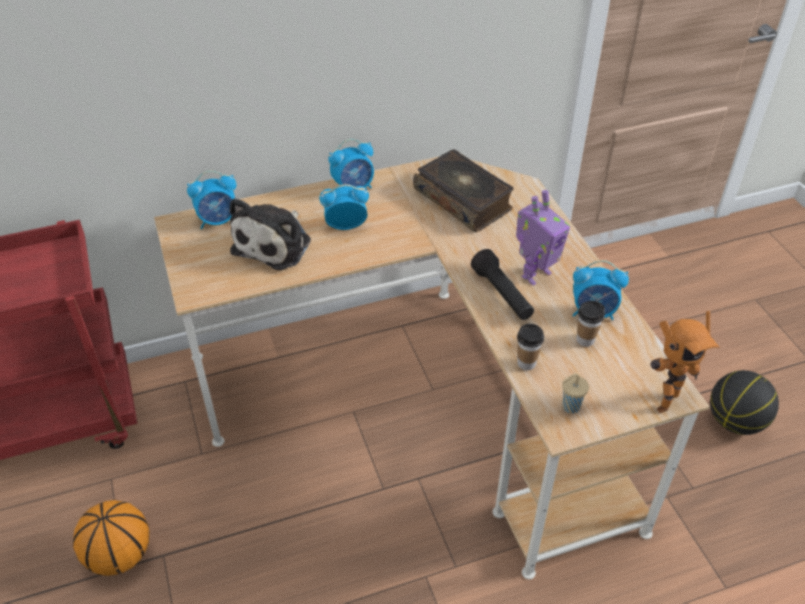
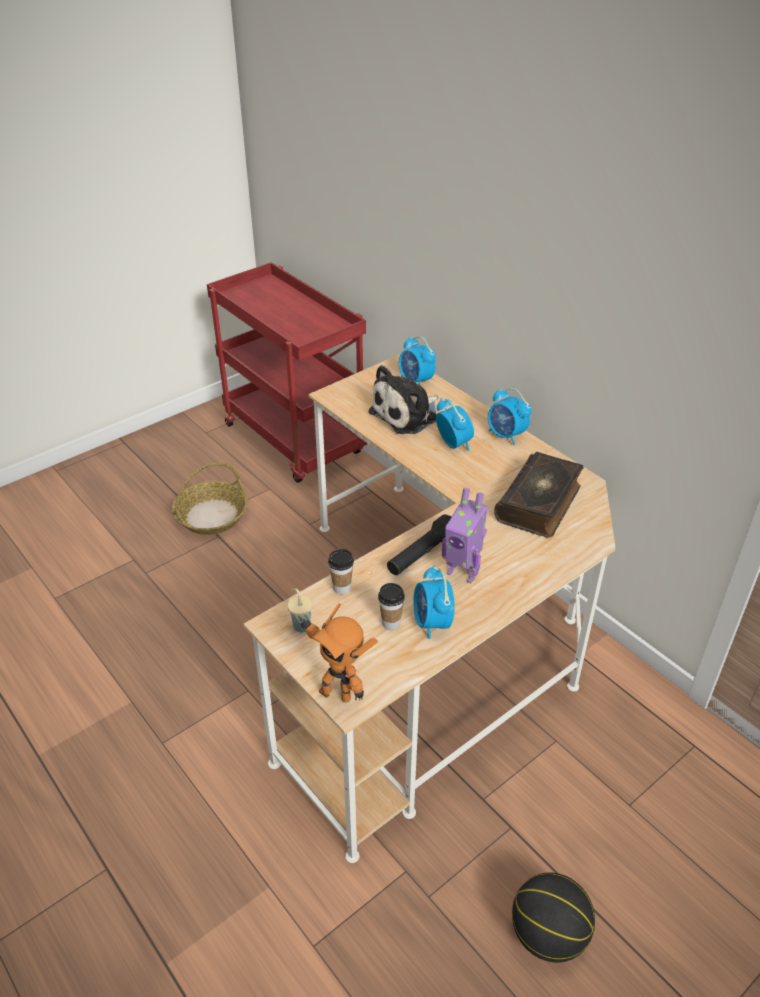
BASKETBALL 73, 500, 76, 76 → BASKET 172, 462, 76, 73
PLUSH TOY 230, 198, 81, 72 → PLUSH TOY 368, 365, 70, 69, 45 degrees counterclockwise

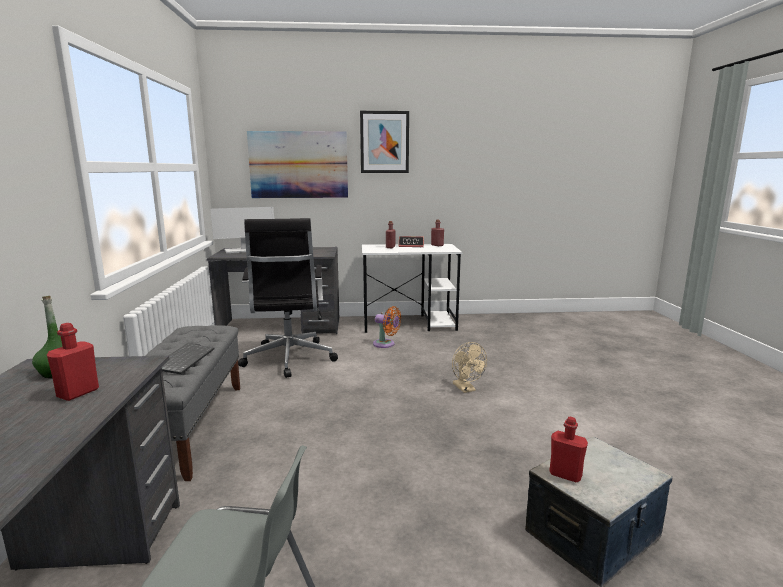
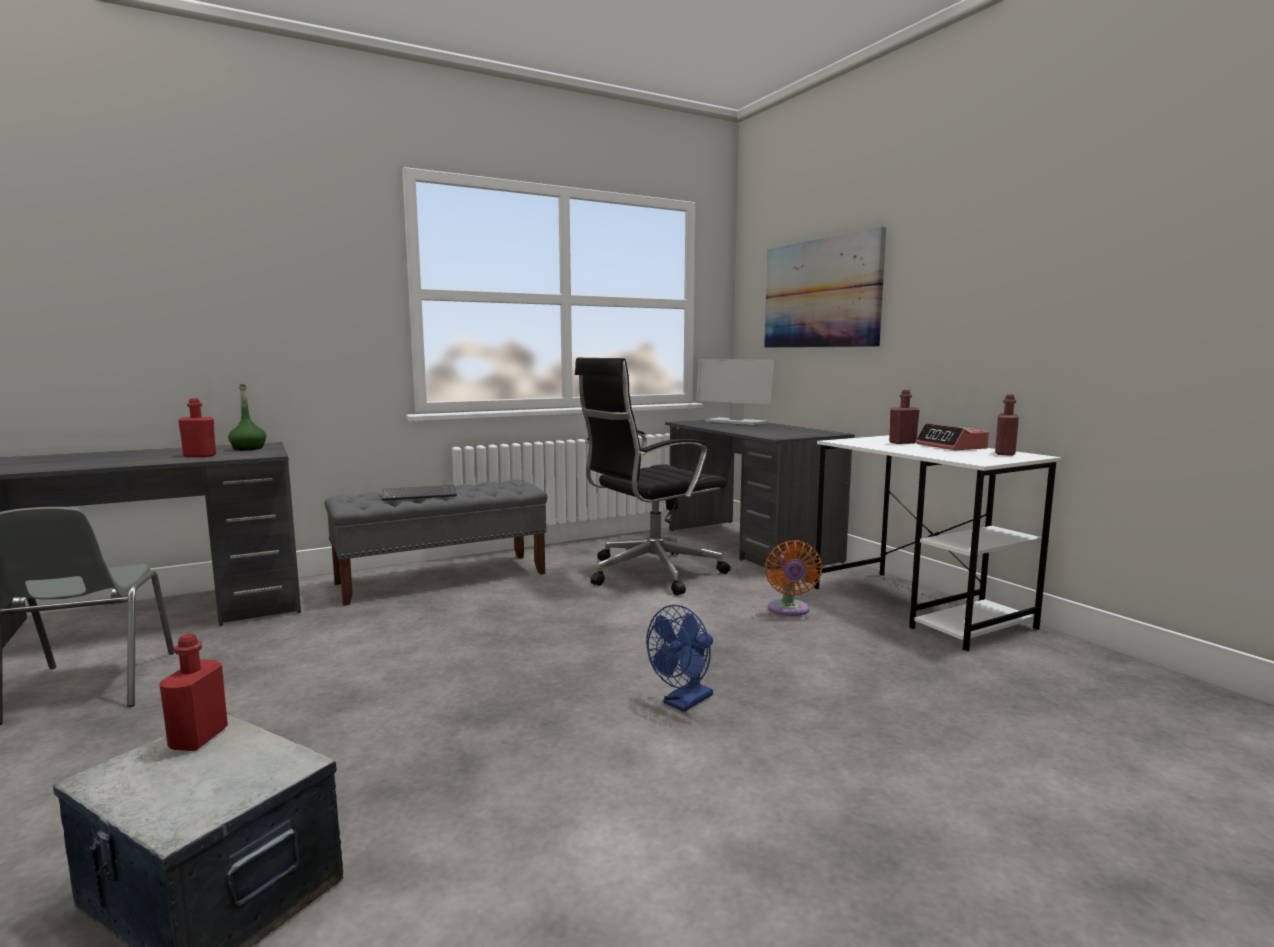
PICTURE 360, 111, 49, 62 → -
BEIGE FAN 452, 342, 35, 51 → BLUE FAN 646, 605, 67, 107

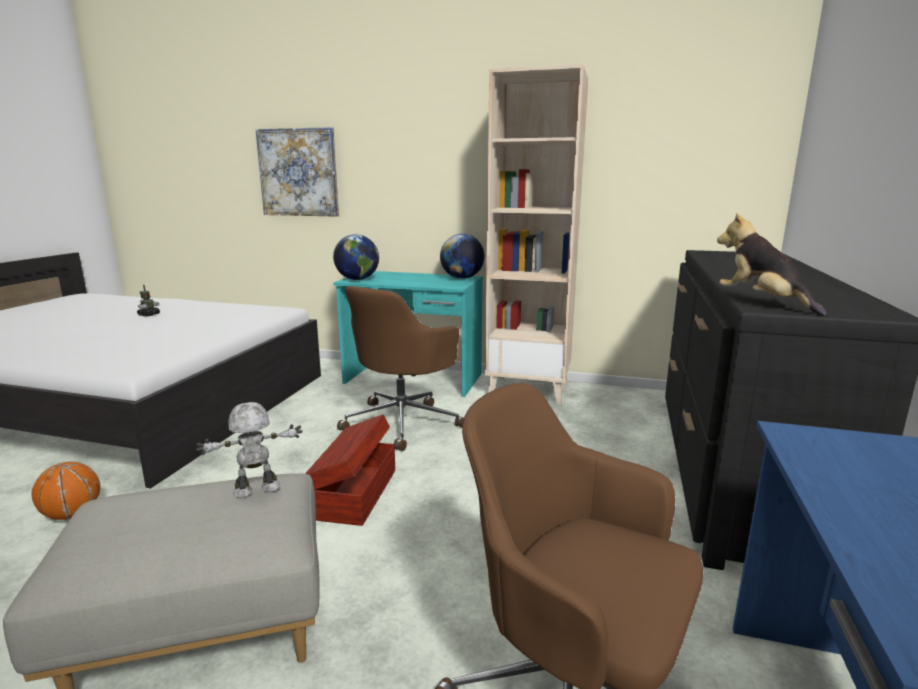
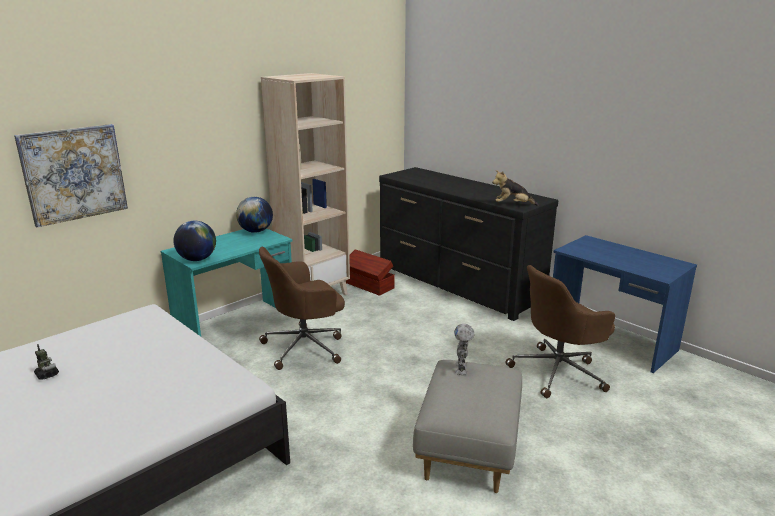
BASKETBALL 31, 462, 69, 58 → -
BROWN STORAGE BOX 305, 414, 90, 112 → BROWN STORAGE BOX 346, 249, 49, 47, shifted
BROWN OFFICE CHAIR 337, 286, 127, 165 → BROWN OFFICE CHAIR 259, 247, 86, 123, 90 degrees clockwise

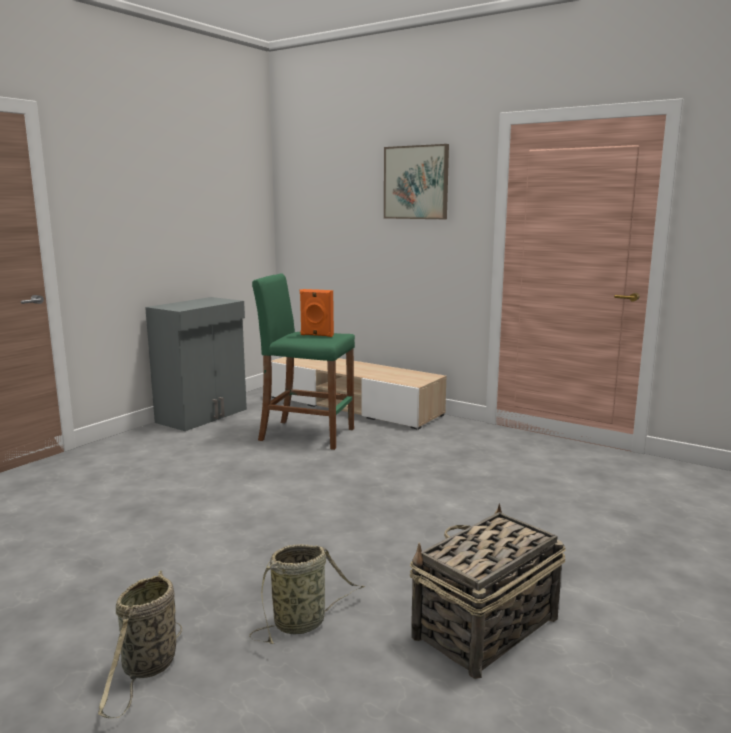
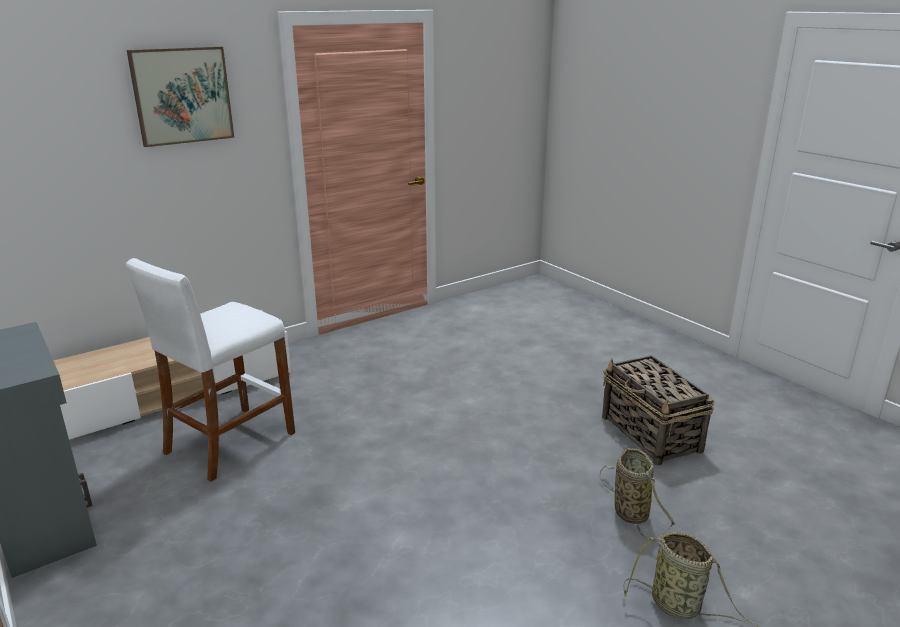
ORANGE SPEAKER 300, 289, 34, 48 → -
GREEN STOOL 252, 274, 103, 176 → WHITE STOOL 126, 258, 169, 224

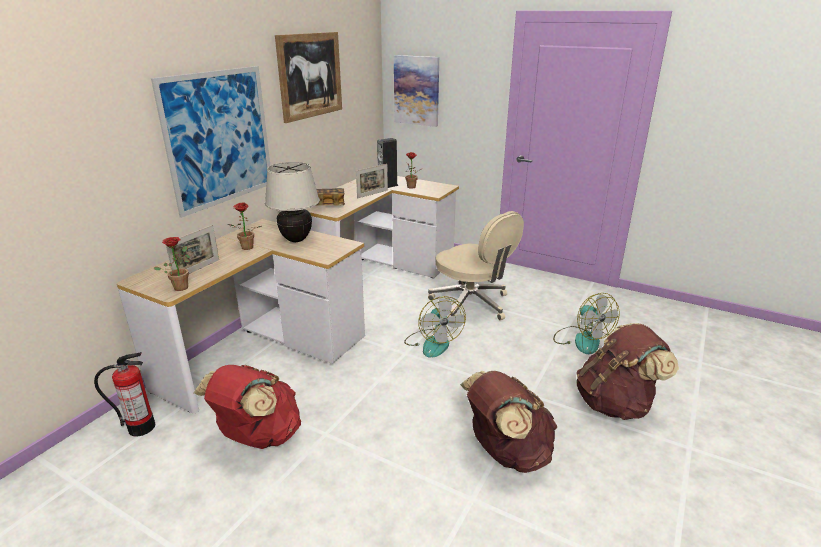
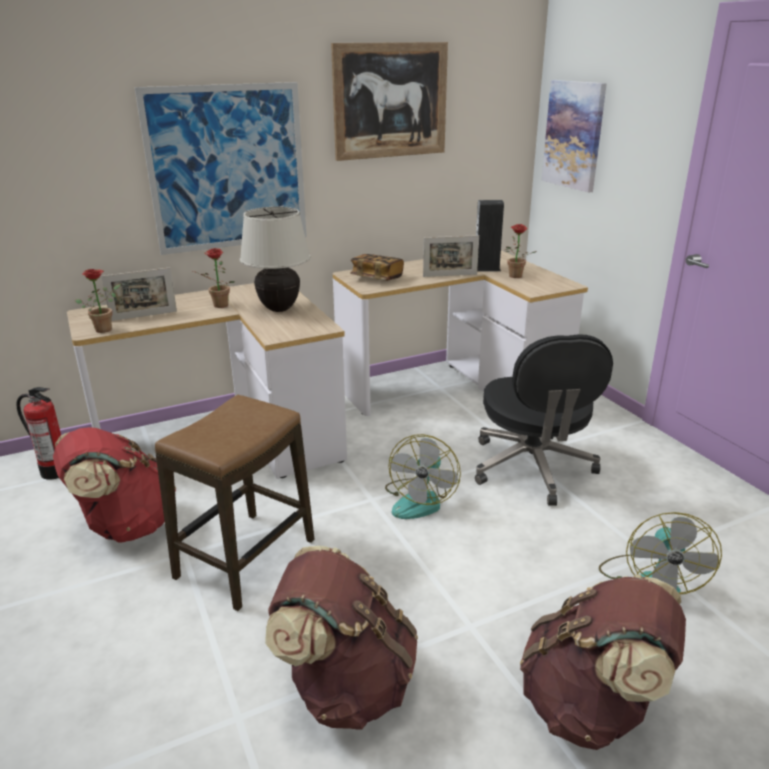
- → STOOL 155, 395, 159, 216
BEIGE OFFICE CHAIR 428, 211, 96, 109 → BLACK OFFICE CHAIR 475, 334, 138, 172

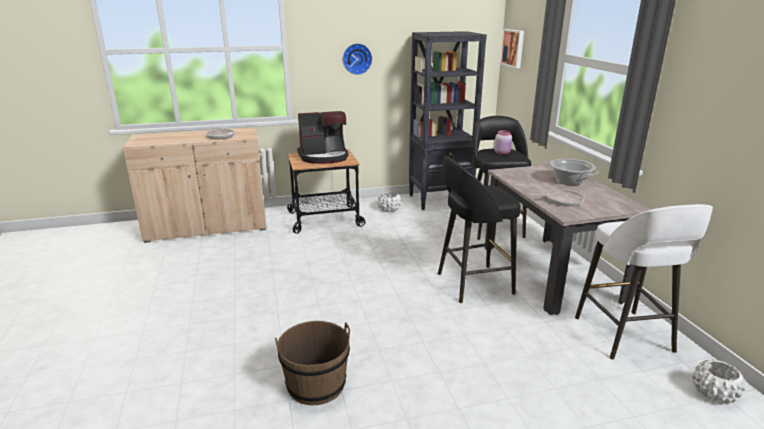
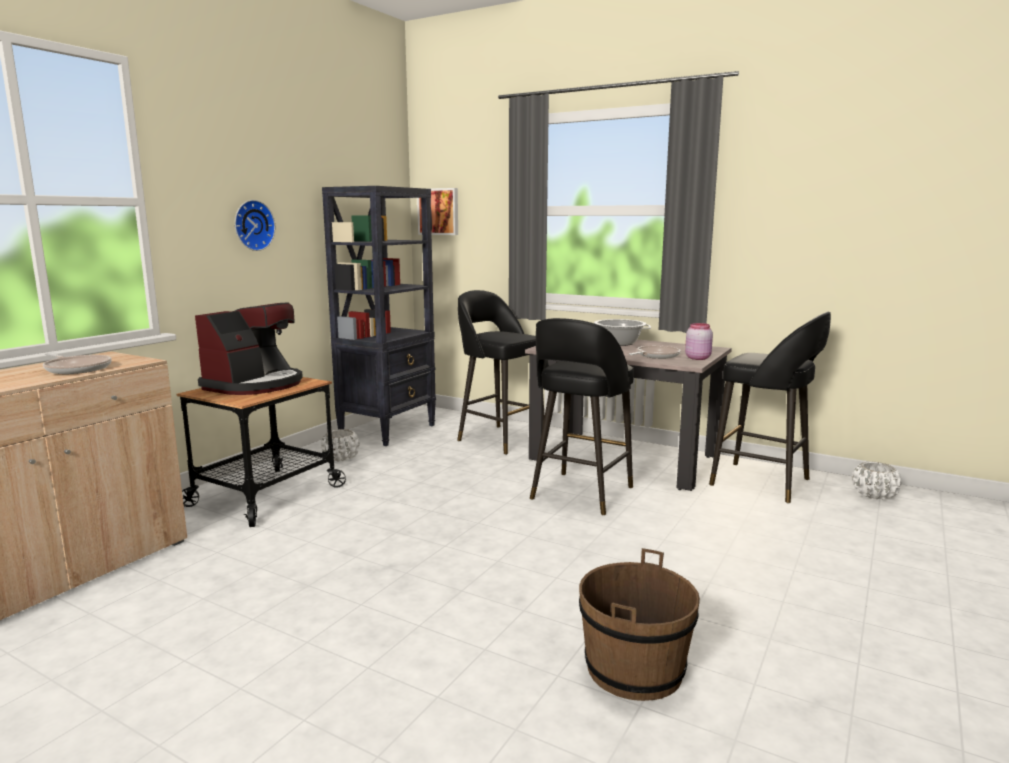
PINK JAR 494, 130, 18, 25 → PINK JAR 685, 323, 28, 37, shifted
WHITE STOOL 575, 204, 138, 156 → BLACK STOOL 709, 312, 122, 191

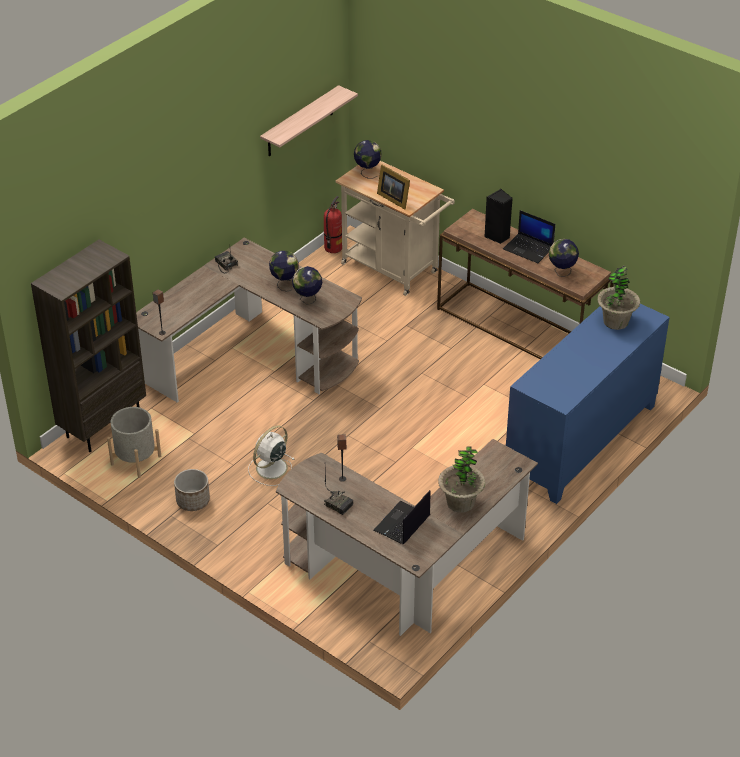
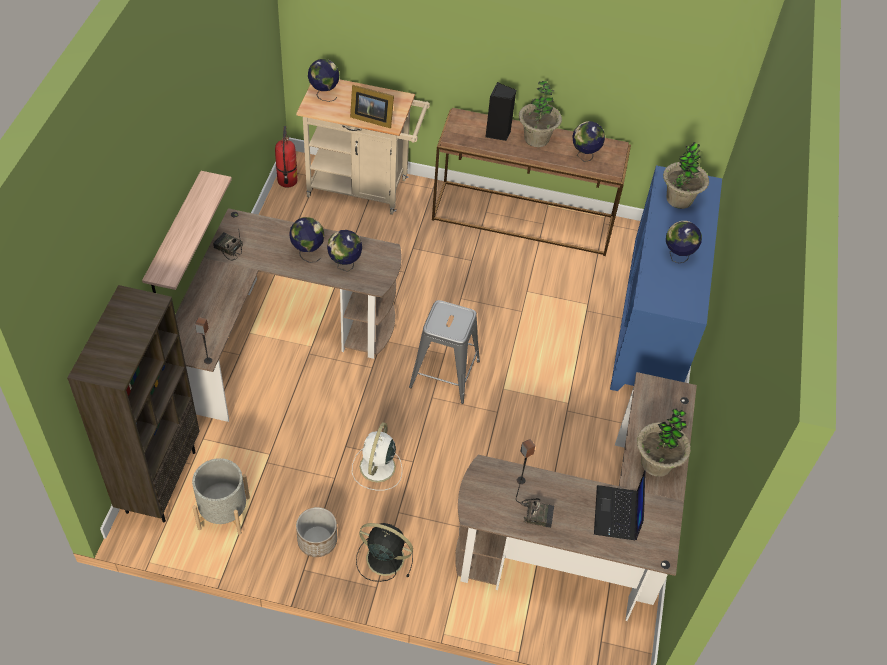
- → BLACK FAN 356, 523, 57, 59
- → GREY STOOL 409, 300, 71, 104
- → GLOBE 666, 221, 36, 42
SHELF 260, 85, 98, 71 → SHELF 142, 171, 90, 122, shifted
LAPTOP 503, 210, 52, 53 → POTTED PLANT 518, 81, 44, 66

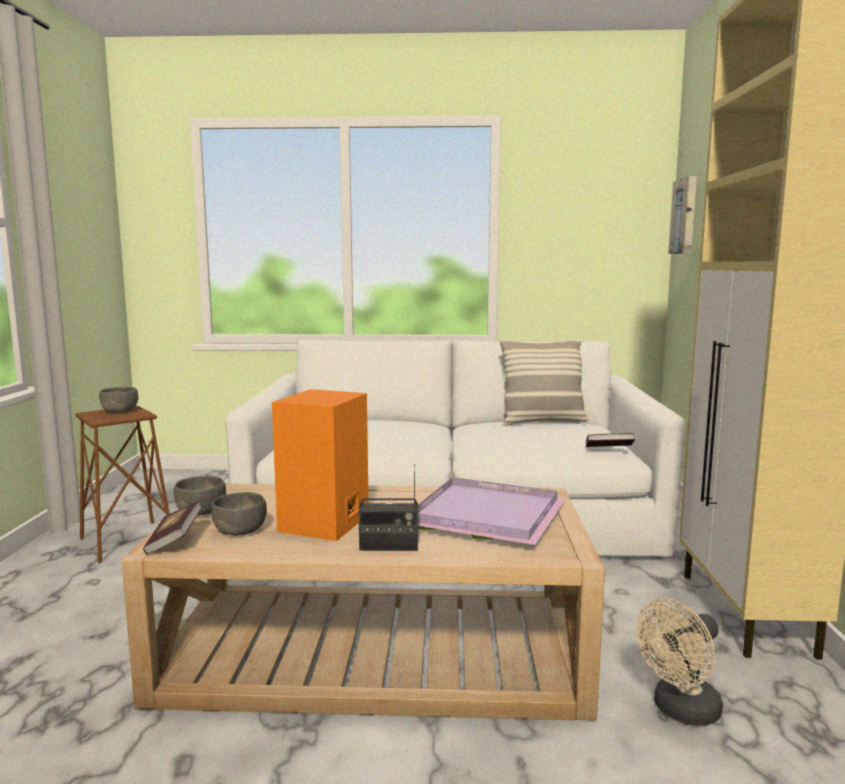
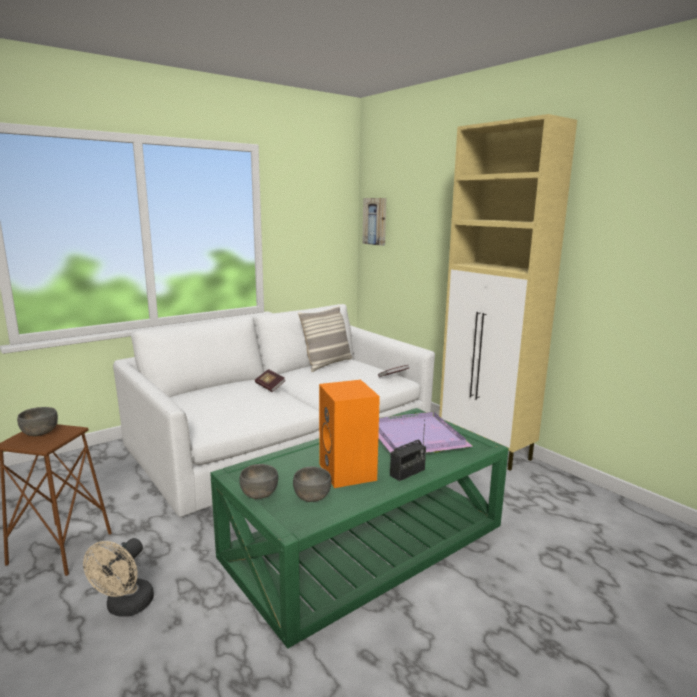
BOOK 143, 500, 59, 55 → BOOK 255, 369, 31, 23, shifted
BEIGE FAN 636, 598, 87, 128 → BEIGE FAN 83, 538, 71, 79, shifted
BEIGE COFFEE TABLE 122, 484, 483, 236 → GREEN COFFEE TABLE 210, 408, 299, 240

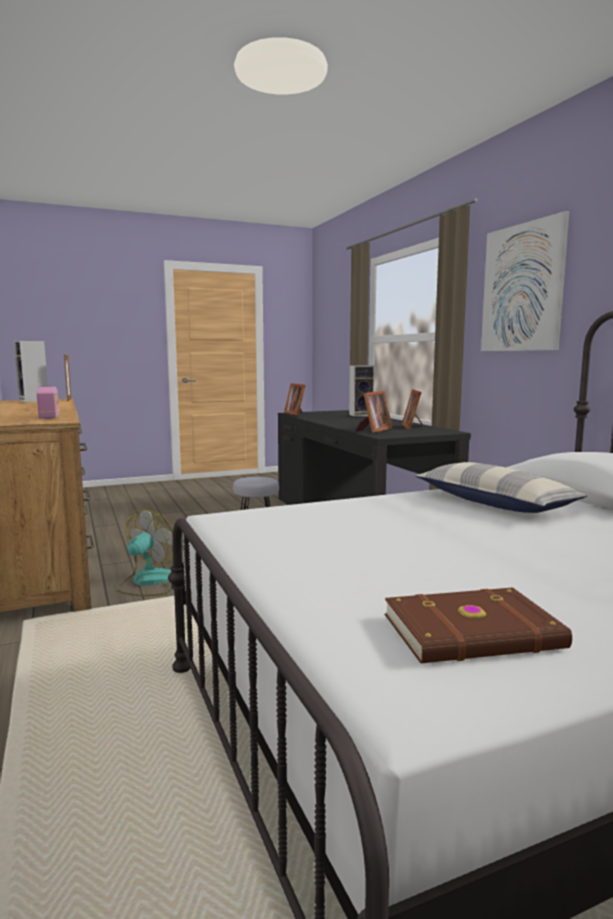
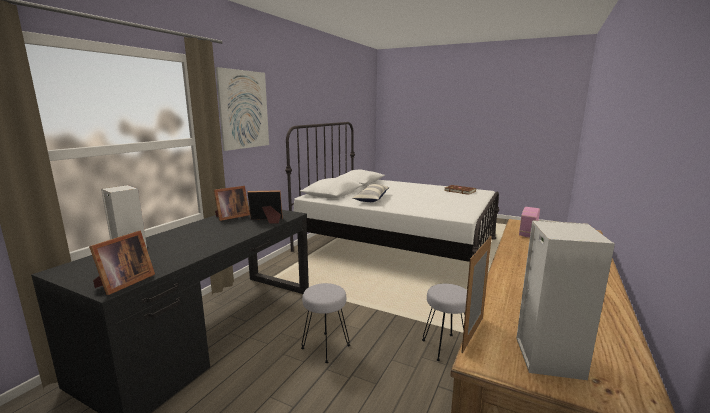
FAN 117, 510, 56, 86 → GREY STOOL 422, 284, 45, 77

